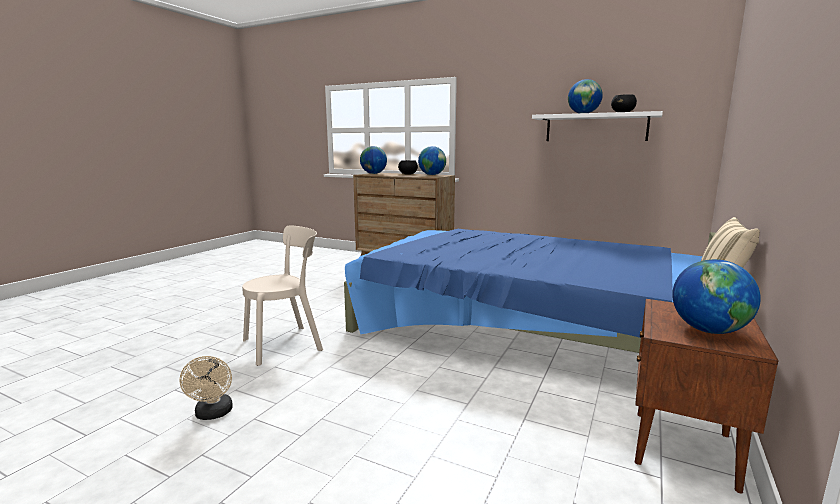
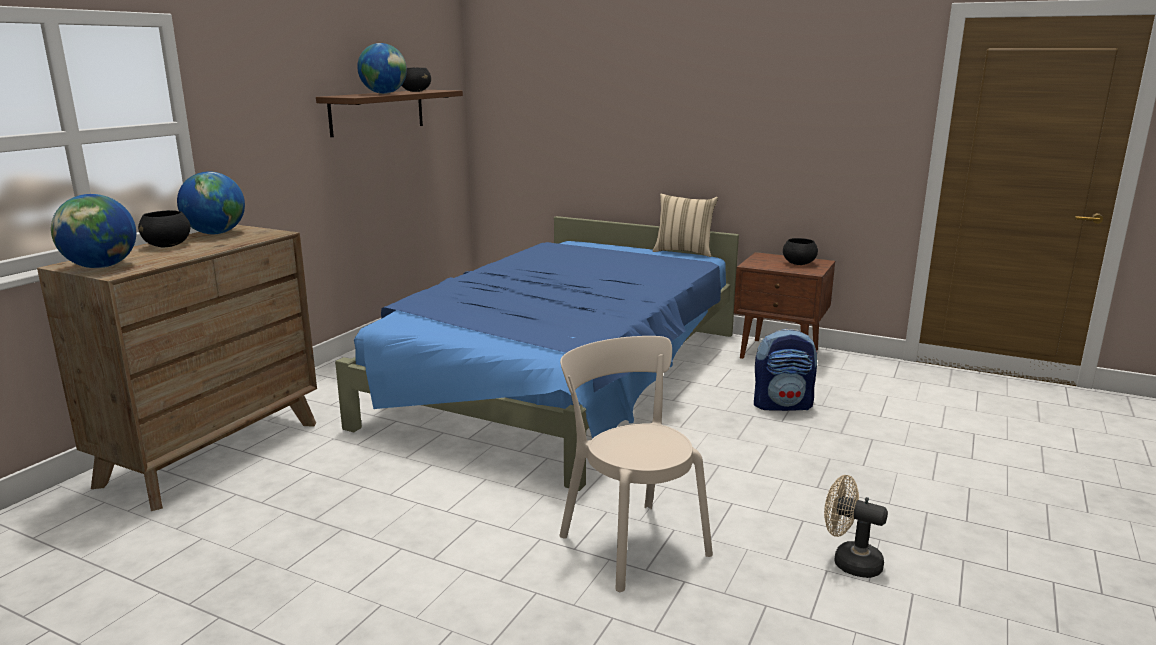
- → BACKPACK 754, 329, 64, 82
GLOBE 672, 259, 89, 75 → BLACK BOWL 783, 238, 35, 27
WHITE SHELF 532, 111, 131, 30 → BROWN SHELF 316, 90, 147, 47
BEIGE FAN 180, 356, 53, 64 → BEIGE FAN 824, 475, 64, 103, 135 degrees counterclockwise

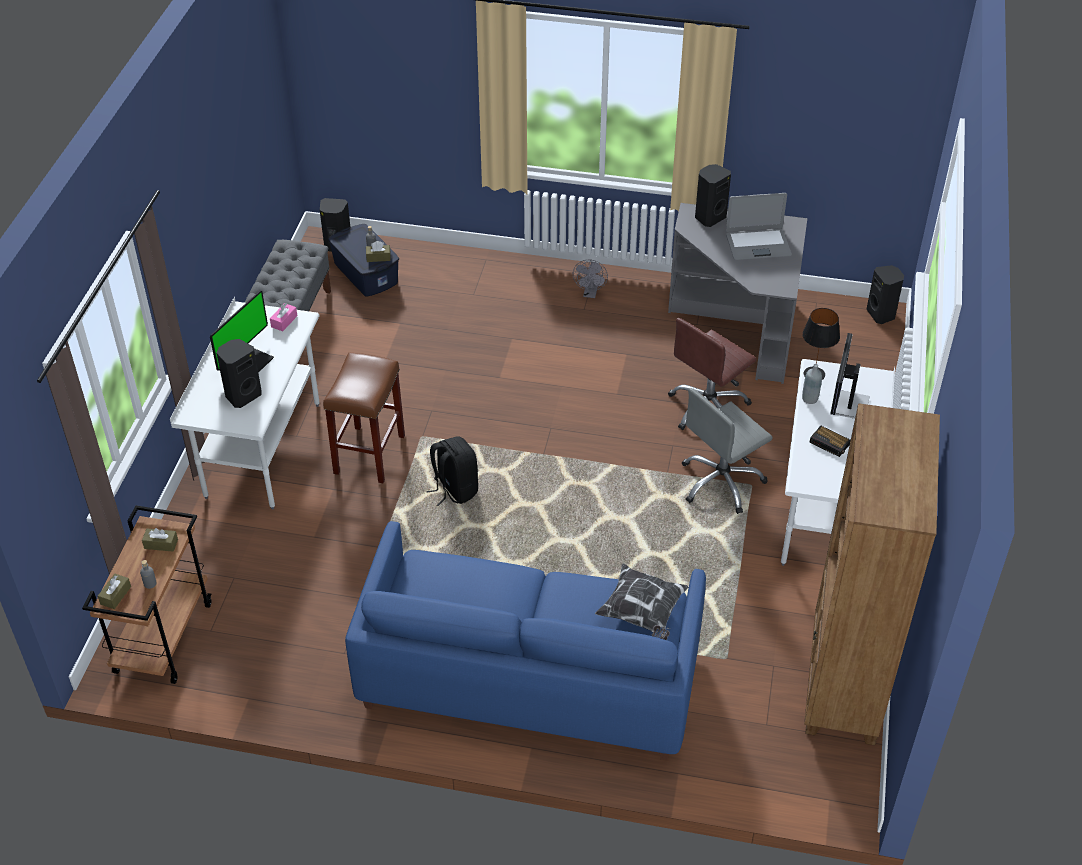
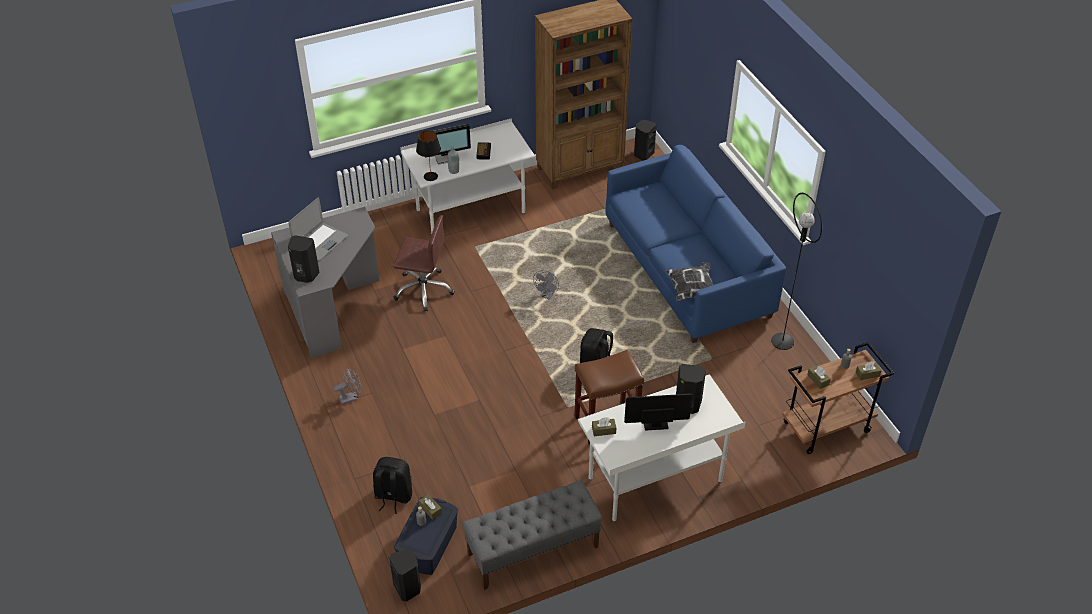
GREY OFFICE CHAIR 682, 388, 91, 126 → -
- → BLACK BACKPACK 373, 457, 39, 57
- → GREY FAN 533, 270, 26, 30
- → BLACK FLOOR LAMP 771, 192, 51, 158
PILLOW 595, 564, 93, 76 → PILLOW 665, 262, 48, 39, shifted
BLACK SPEAKER 866, 265, 38, 59 → BLACK SPEAKER 634, 120, 22, 41, shifted
PINK TISSUE BOX 270, 303, 27, 28 → BROWN TISSUE BOX 592, 417, 24, 19
LAPTOP 726, 193, 66, 67 → LAPTOP 288, 198, 60, 62, 75 degrees clockwise

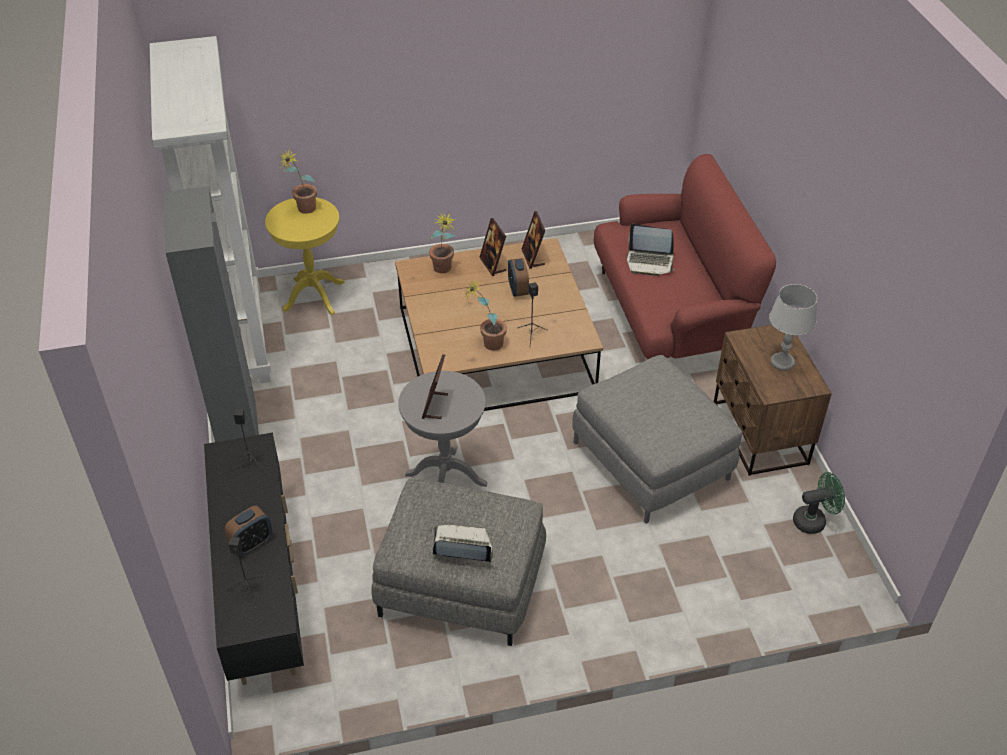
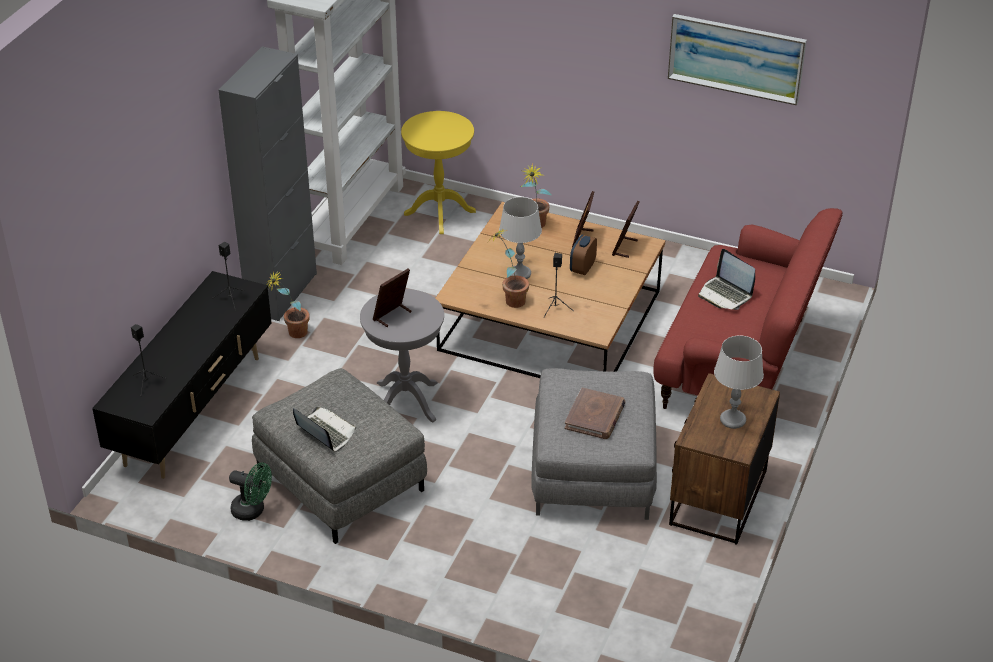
ALARM CLOCK 225, 506, 47, 49 → -
- → GREY TABLE LAMP 499, 197, 43, 82
- → BROWN BOOK 564, 388, 62, 51
- → PICTURE 668, 14, 139, 91
POTTED PLANT 279, 148, 38, 66 → POTTED PLANT 267, 271, 43, 67, shifted
GREEN FAN 793, 472, 52, 62 → GREEN FAN 229, 462, 43, 59, shifted

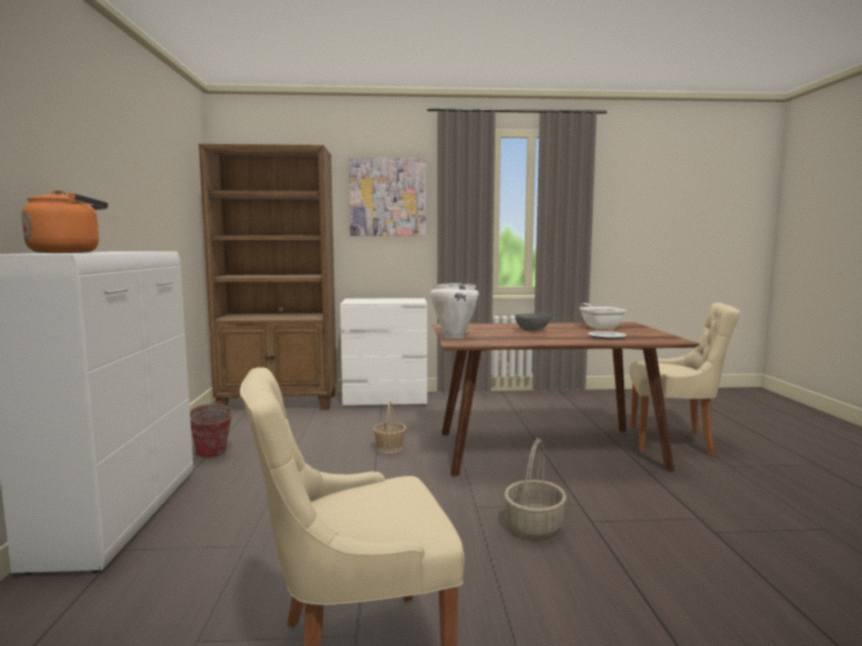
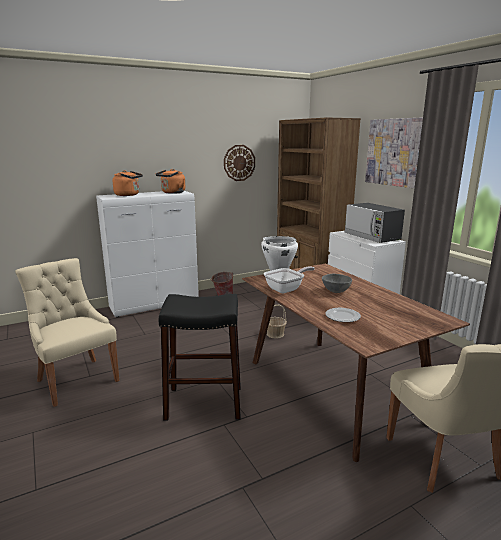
- → ORANGE KETTLE 156, 169, 29, 25
- → WALL CLOCK 224, 145, 31, 36
- → MICROWAVE 344, 203, 61, 40
FRYING PAN 580, 303, 46, 26 → FRYING PAN 264, 266, 51, 27, shifted
BASKET 504, 438, 62, 101 → BLACK STOOL 159, 294, 82, 126

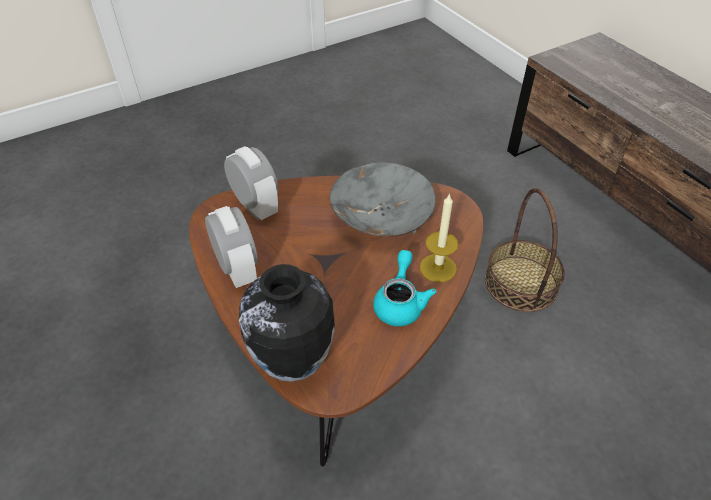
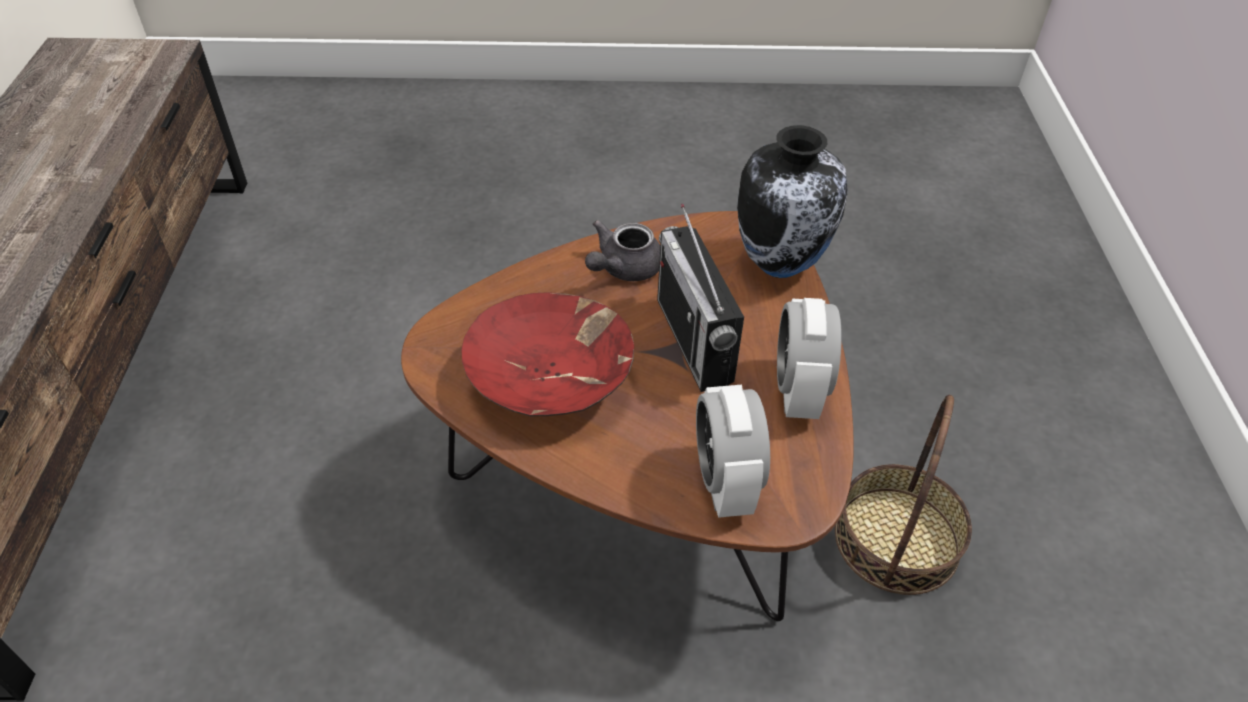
CANDLE 420, 193, 39, 89 → -
- → RADIO 657, 204, 87, 188
BASKET 485, 188, 80, 124 → BASKET 835, 395, 137, 200, shifted
GREY BOWL 330, 162, 106, 75 → RED BOWL 461, 292, 173, 124
TURQUOISE TEAPOT 373, 250, 63, 76 → GREY TEAPOT 585, 220, 75, 61

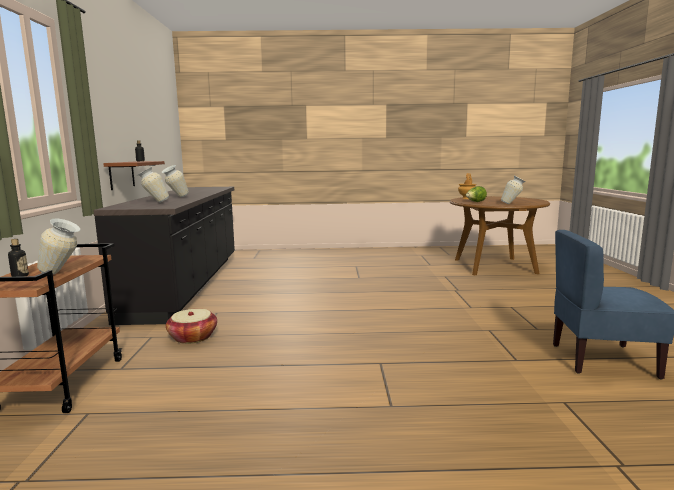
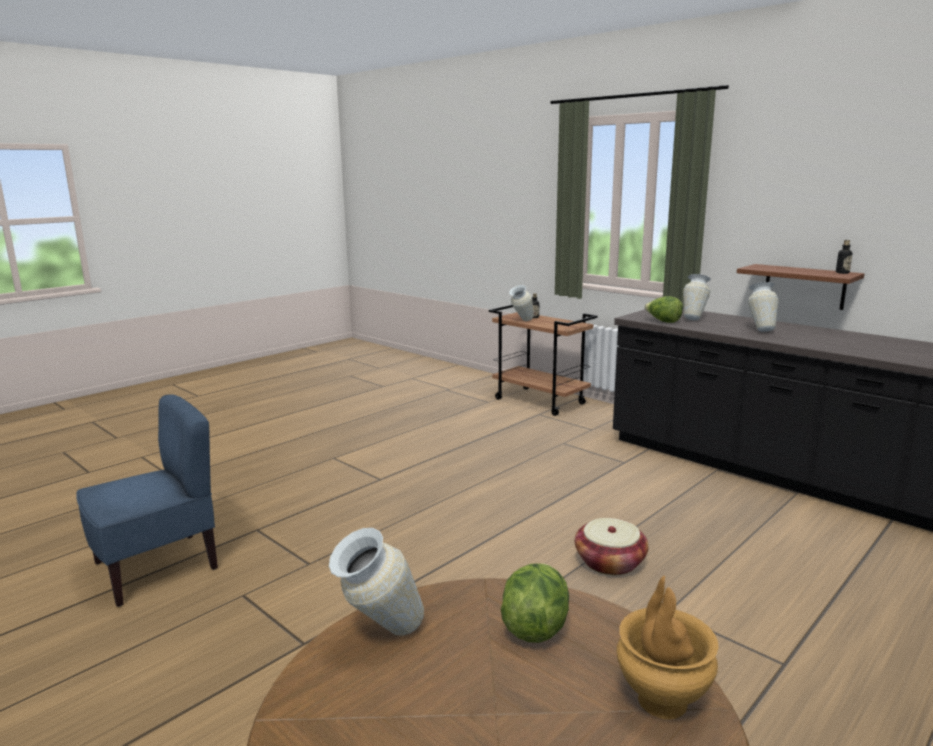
- → LETTUCE 644, 296, 39, 27
BASKET 166, 309, 51, 35 → BASKET 575, 518, 74, 57, shifted

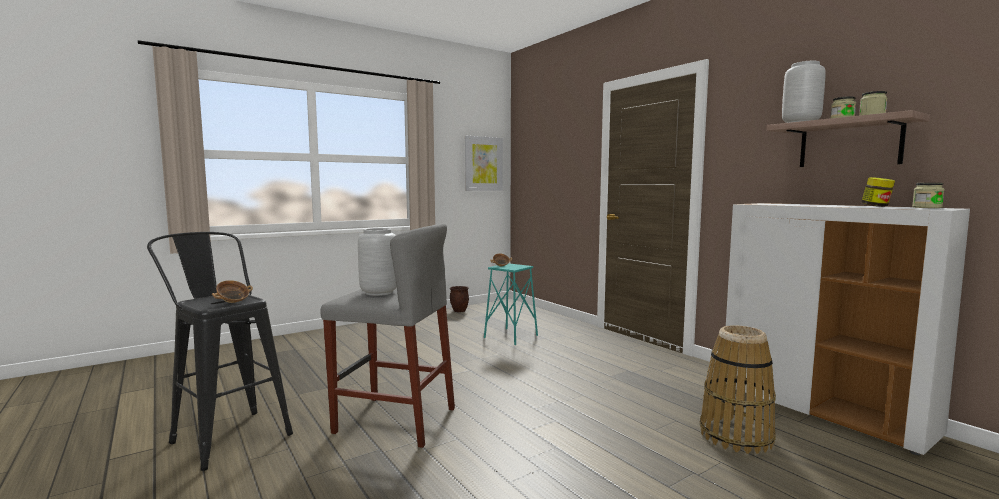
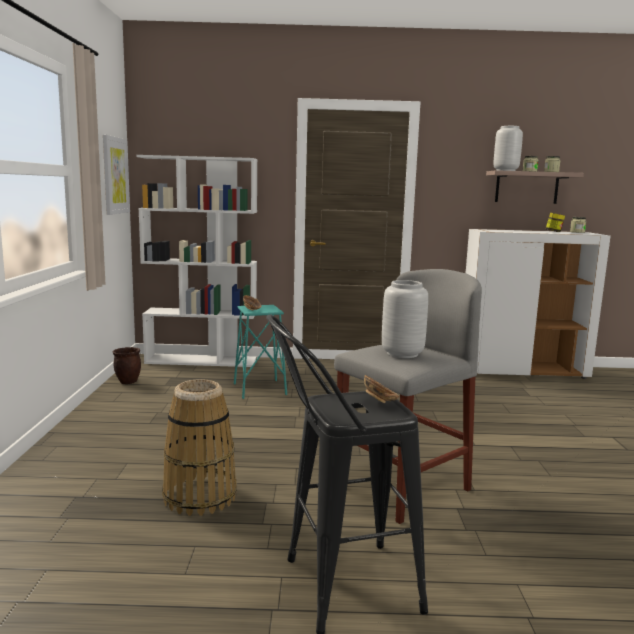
- → WHITE BOOKCASE 137, 155, 120, 212
BASKET 700, 325, 76, 129 → BASKET 162, 379, 75, 137, shifted

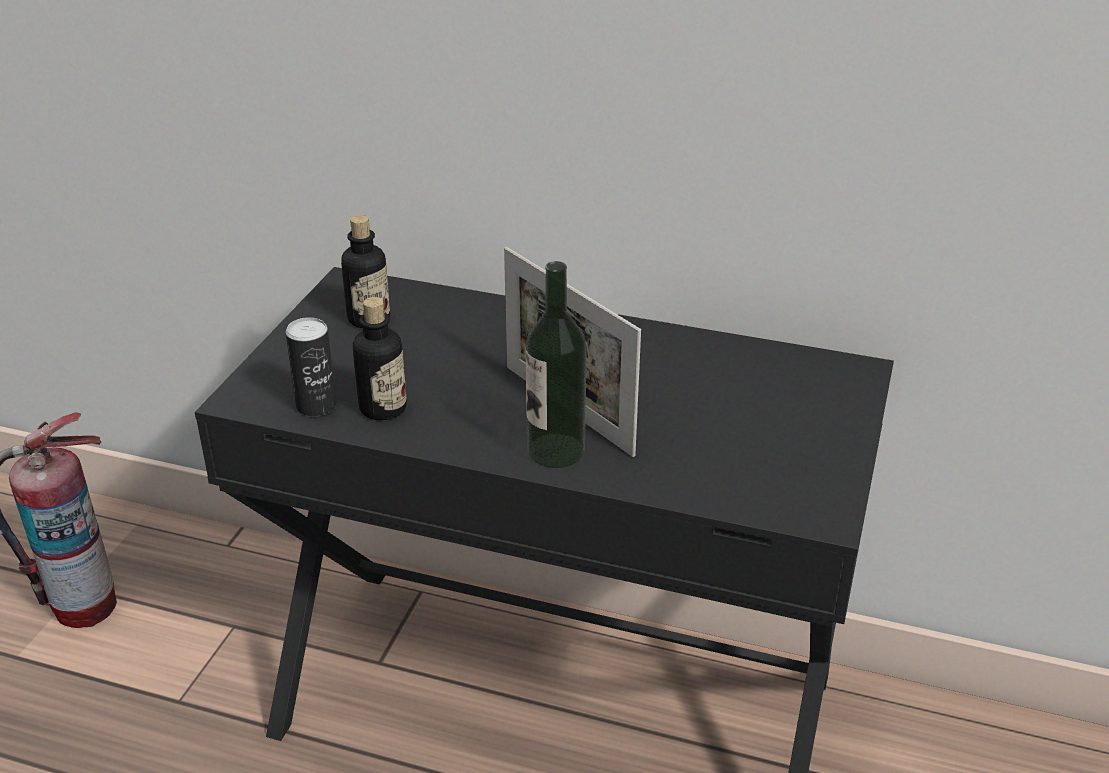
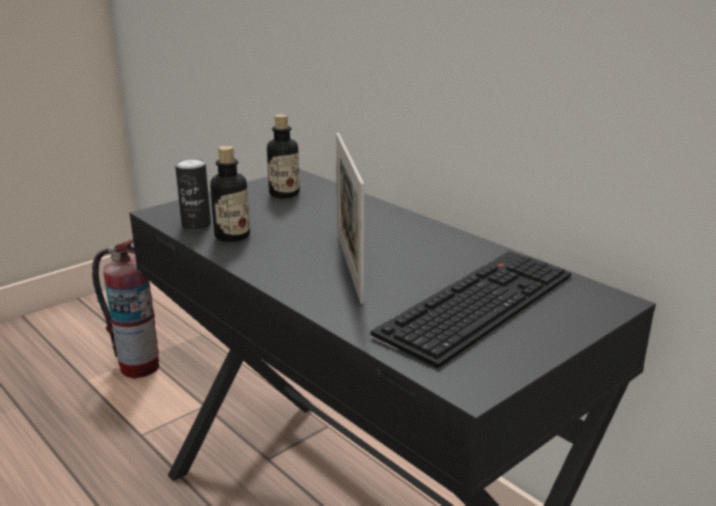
BOTTLE 525, 261, 62, 207 → -
- → KEYBOARD 371, 251, 200, 117

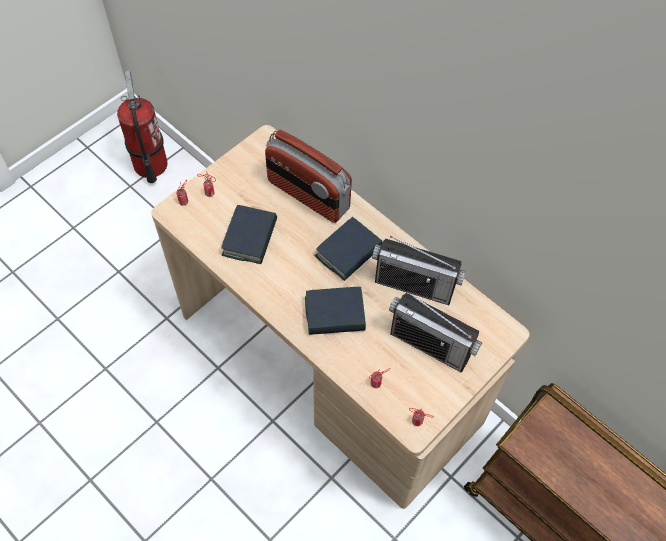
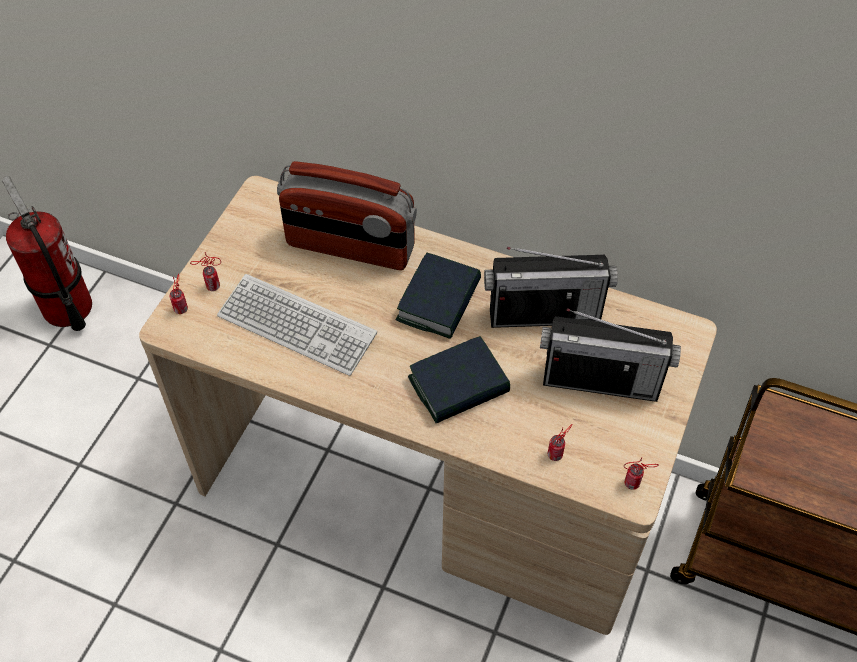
BOOK 221, 205, 56, 59 → KEYBOARD 217, 274, 160, 102

